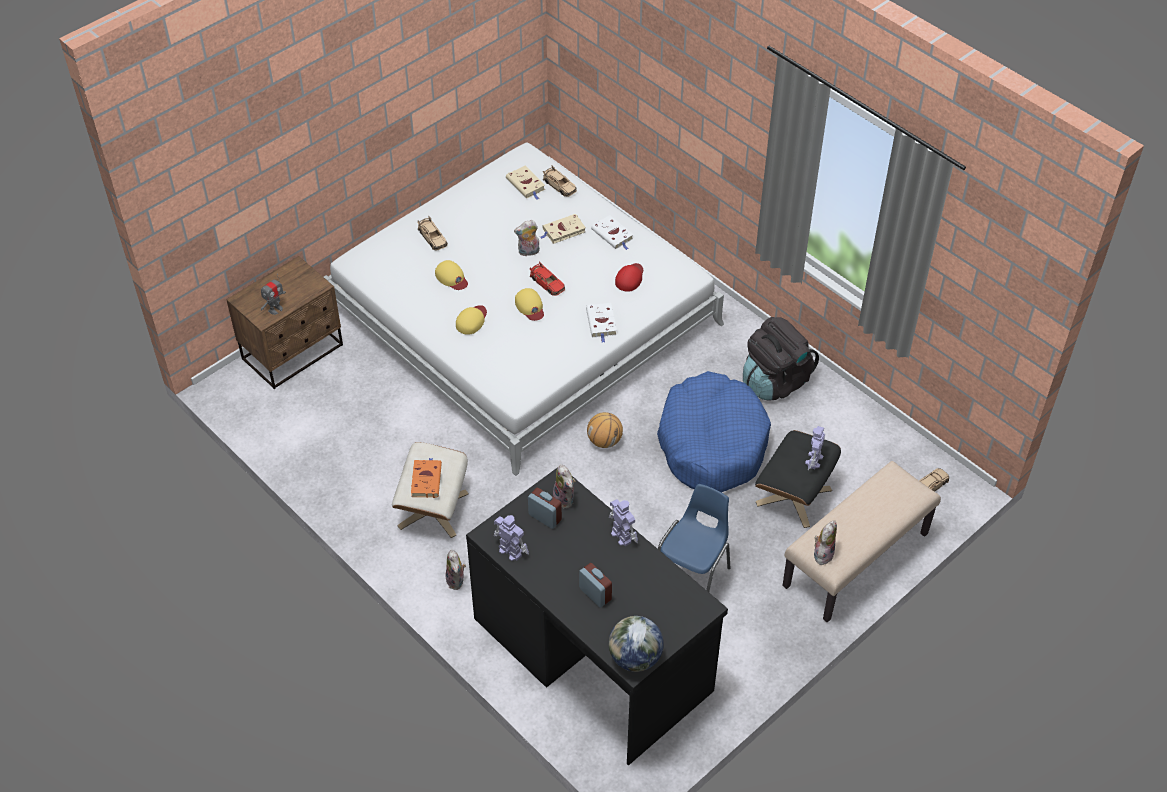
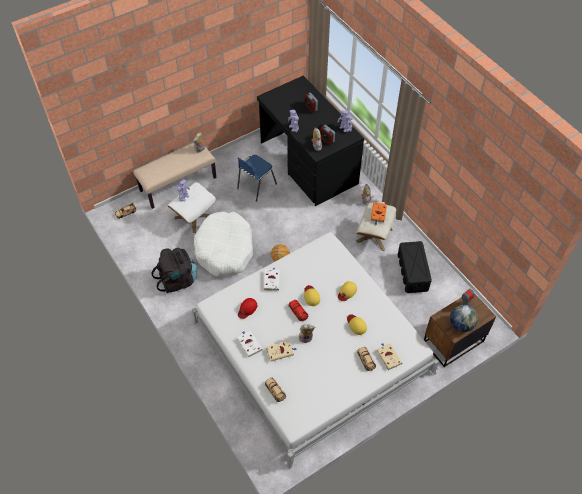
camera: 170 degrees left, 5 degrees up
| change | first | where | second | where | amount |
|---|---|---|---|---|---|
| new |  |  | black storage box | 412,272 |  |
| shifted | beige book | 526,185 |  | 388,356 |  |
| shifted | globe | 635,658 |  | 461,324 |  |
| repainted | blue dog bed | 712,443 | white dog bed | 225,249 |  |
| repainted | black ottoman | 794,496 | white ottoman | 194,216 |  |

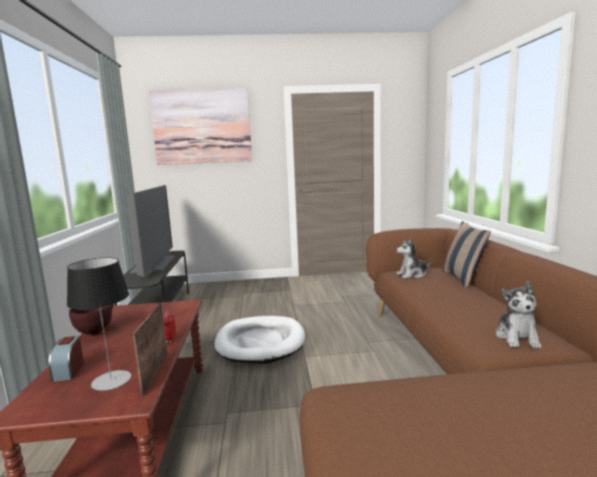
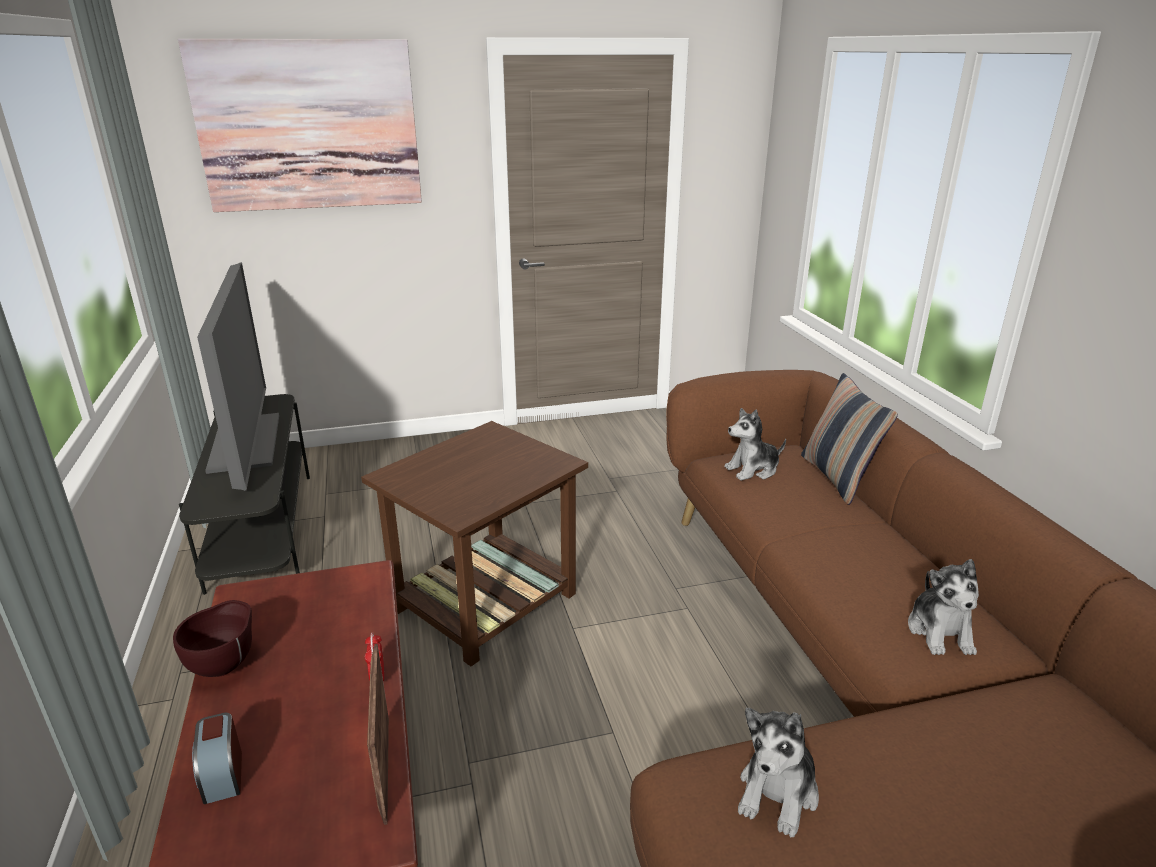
camera: 10 degrees left, 15 degrees up
| change | first | where | second | where | amount |
|---|---|---|---|---|---|
| gone | table lamp | 111,380 |  |  |  |
| new |  |  | plush toy | 778,793 |  |
| swapped | white dog bed | 261,342 | brown side table | 487,600 |  |

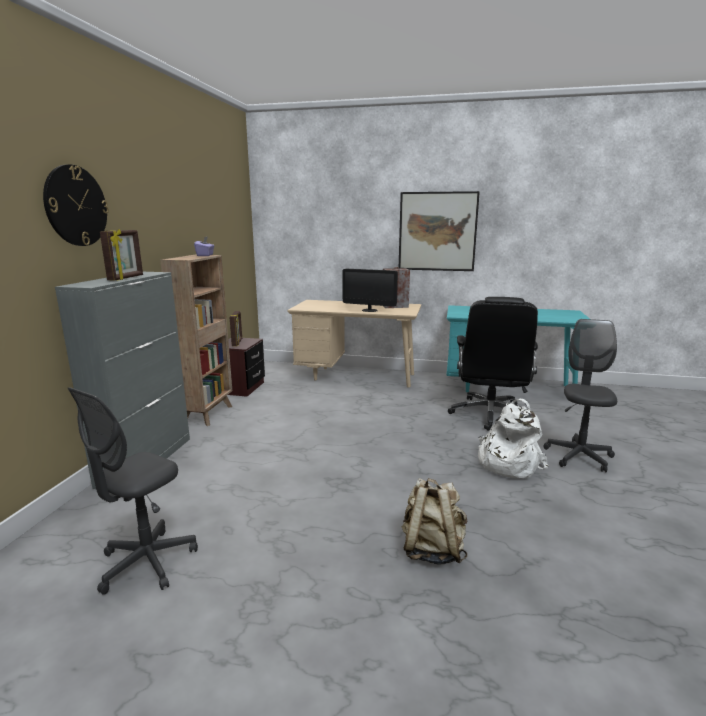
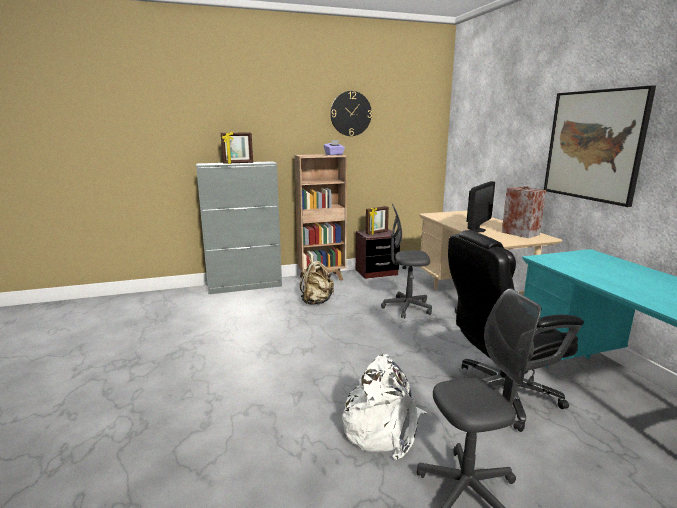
camera: 60 degrees right, 0 degrees up
| change | first | where | second | where | amount |
|---|---|---|---|---|---|
| shifted | wall clock | 76,206 |  | 350,113 |  |
| shifted | grey office chair | 147,562 |  | 407,308 |  |
| shifted | beige backpack | 432,550 |  | 316,301 |  |
| rotated | monitor | 369,310 |  | 477,230 | 135 degrees counterclockwise |

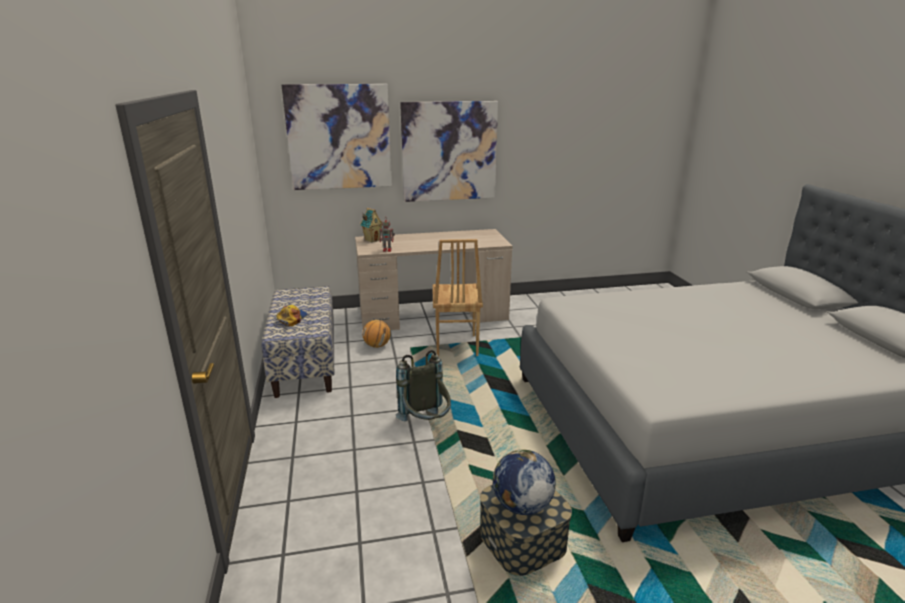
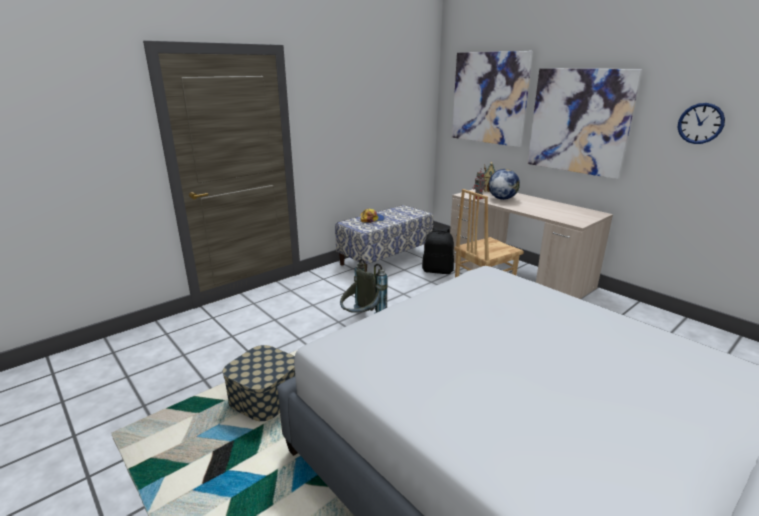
camera: 60 degrees right, 0 degrees up
| change | first | where | second | where | amount |
|---|---|---|---|---|---|
| new |  |  | wall clock | 700,123 |  |
| shifted | globe | 521,505 |  | 502,199 |  |
| swapped | basketball | 377,346 | black backpack | 438,270 |  |

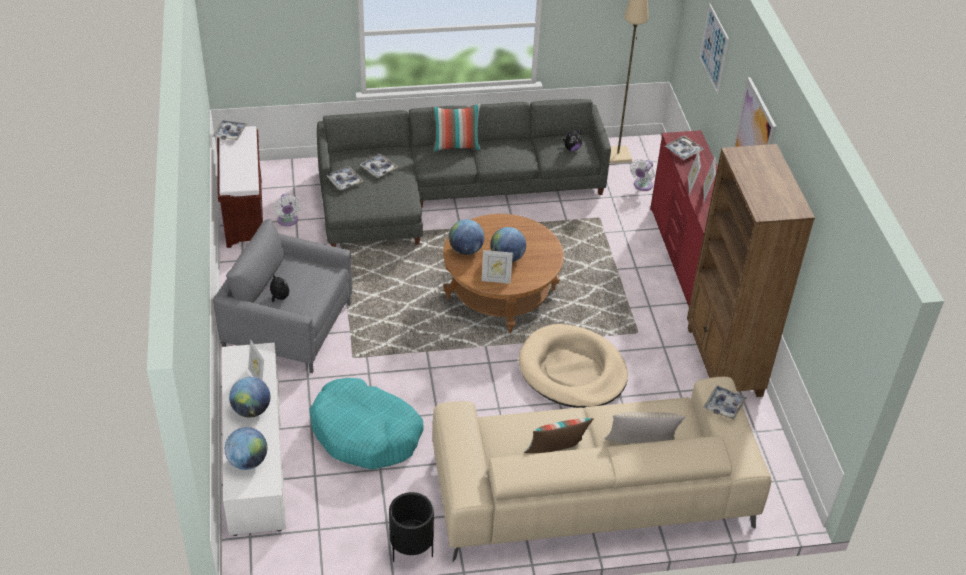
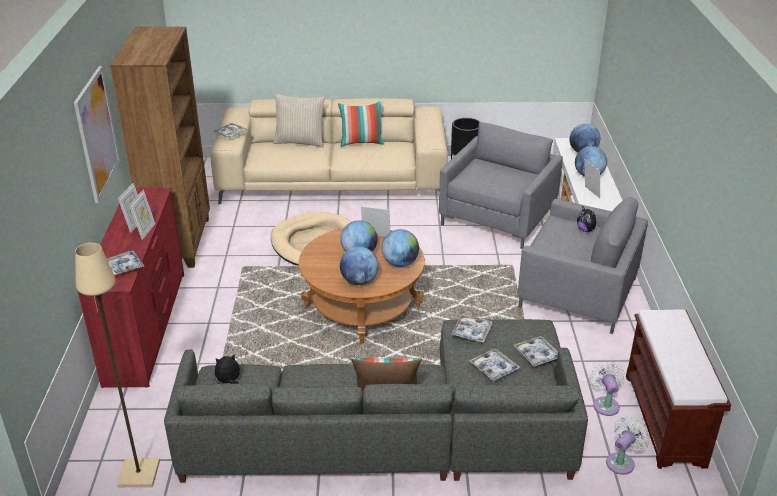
camera: 170 degrees left, 10 degrees down
| change | first | where | second | where | amount |
|---|---|---|---|---|---|
| gone | picture | 714,48 |  |  |  |
| new |  |  | globe | 359,281 |  |
| shifted | tray | 230,133 |  | 471,332 |  |
| shifted | white fan | 642,186 |  | 622,462 |  |
| swapped | turquoise dog bed | 366,433 | grey armchair | 497,217 |  |

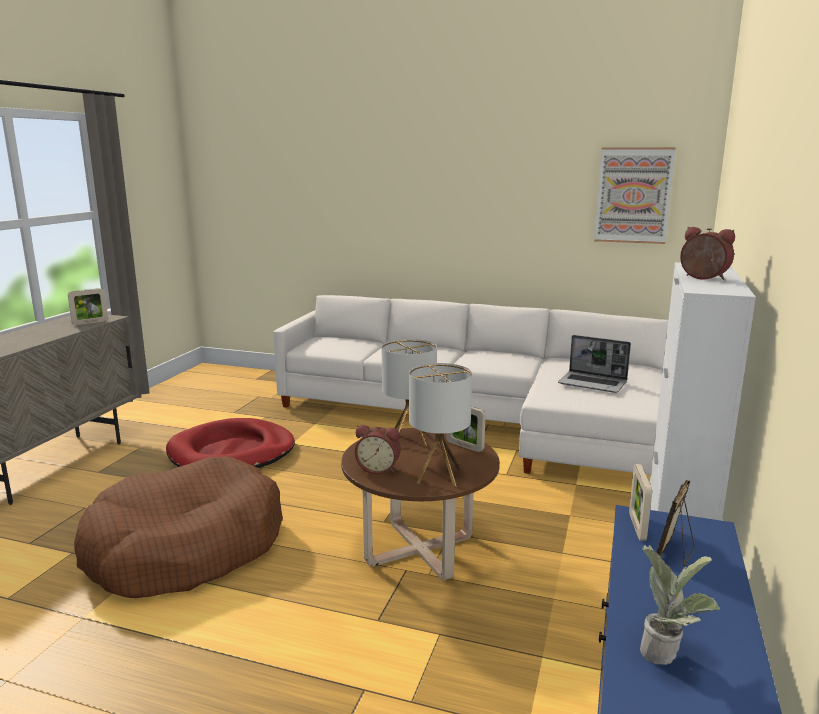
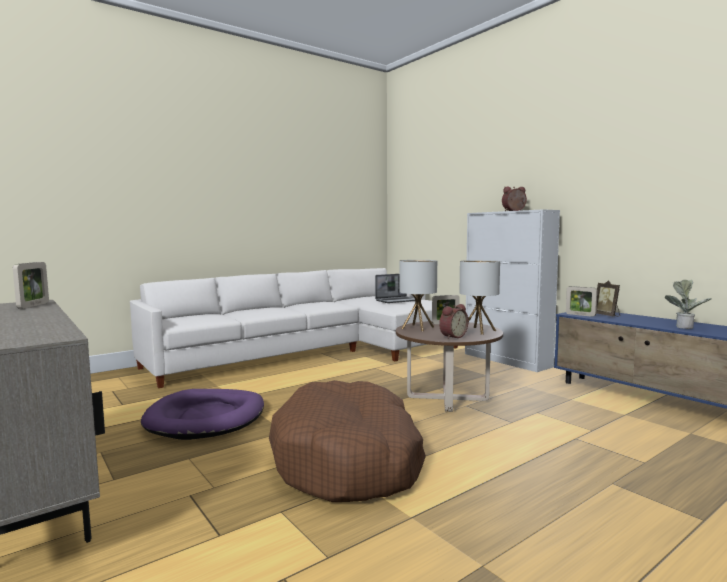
camera: 55 degrees left, 10 degrees down
| change | first | where | second | where | amount |
|---|---|---|---|---|---|
| gone | picture | 633,195 |  |  |  |
| repainted | red dog bed | 232,452 | purple dog bed | 206,418 |  |

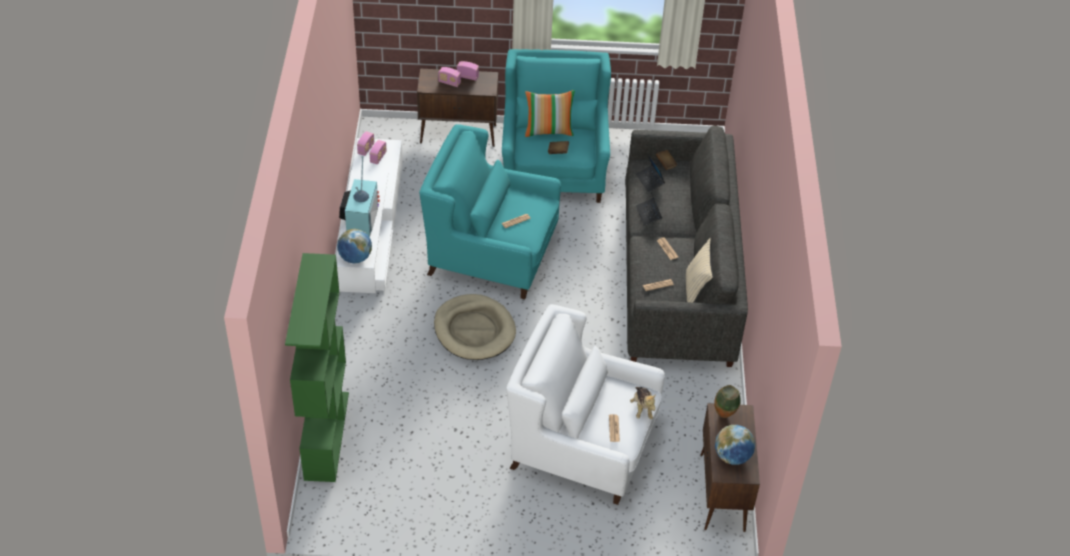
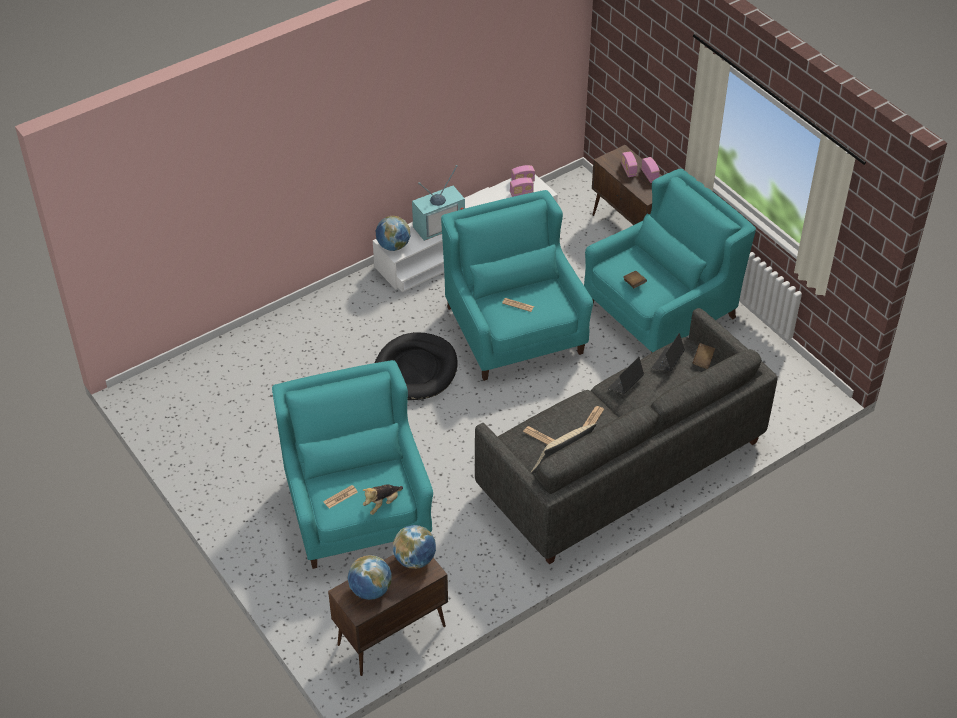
camera: 55 degrees right, 0 degrees up
| change | first | where | second | where | amount |
|---|---|---|---|---|---|
| gone | green bookcase | 326,435 |  |  |  |
| gone | pillow | 549,131 |  |  |  |
| swapped | vase | 724,415 | globe | 415,559 |  |
| repainted | beige dog bed | 474,330 | black dog bed | 416,370 |  |
| repainted | white armchair | 582,445 | turquoise armchair | 357,509 |  |

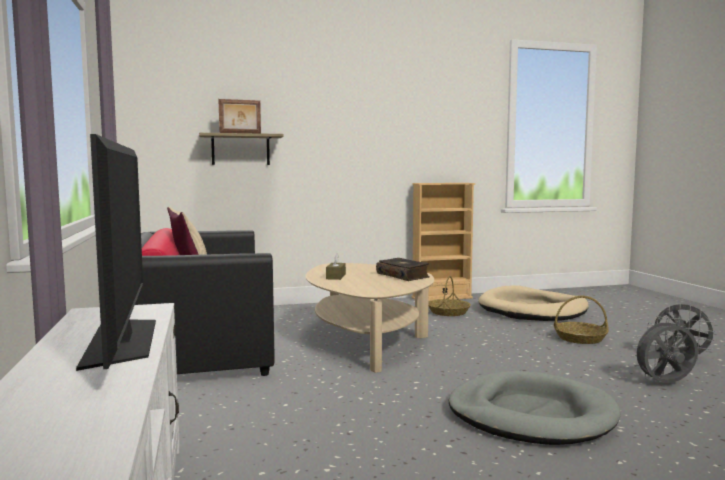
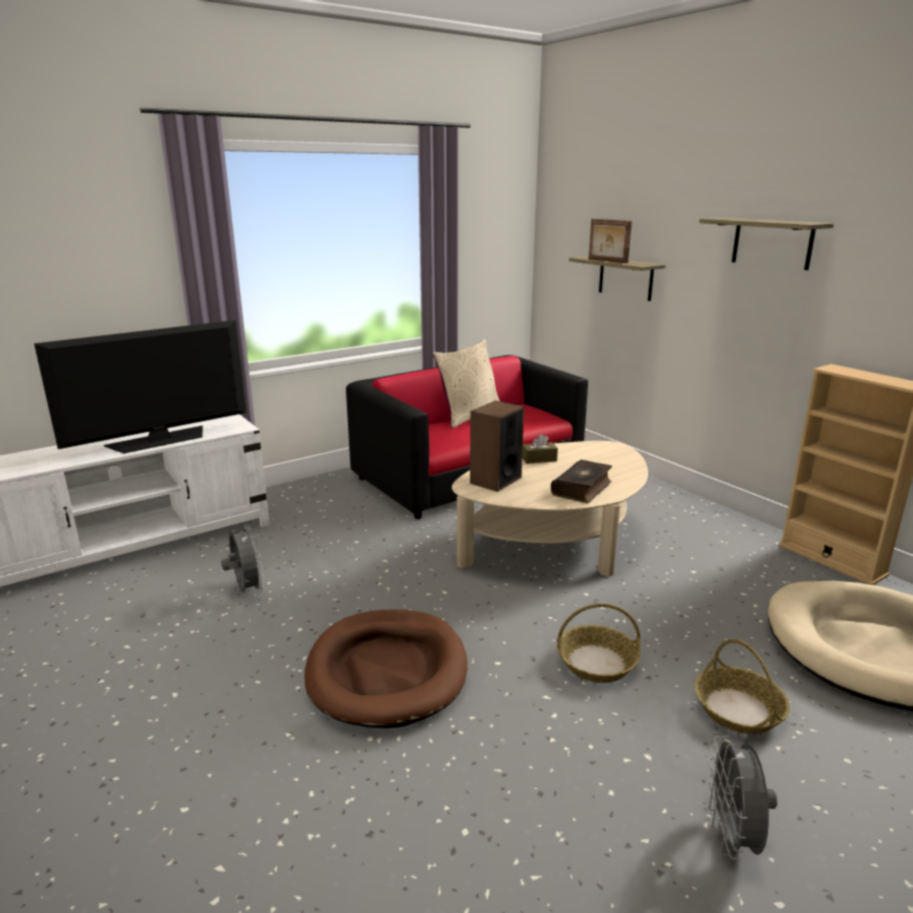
camera: 70 degrees right, 15 degrees up
| change | first | where | second | where | amount |
|---|---|---|---|---|---|
| new |  |  | speaker | 495,480 |  |
| new |  |  | shelf | 772,243 |  |
| shifted | basket | 448,312 |  | 596,663 |  |
| shifted | grey fan | 665,384 |  | 247,590 |  |
| repainted | grey dog bed | 530,415 | brown dog bed | 387,671 |  |

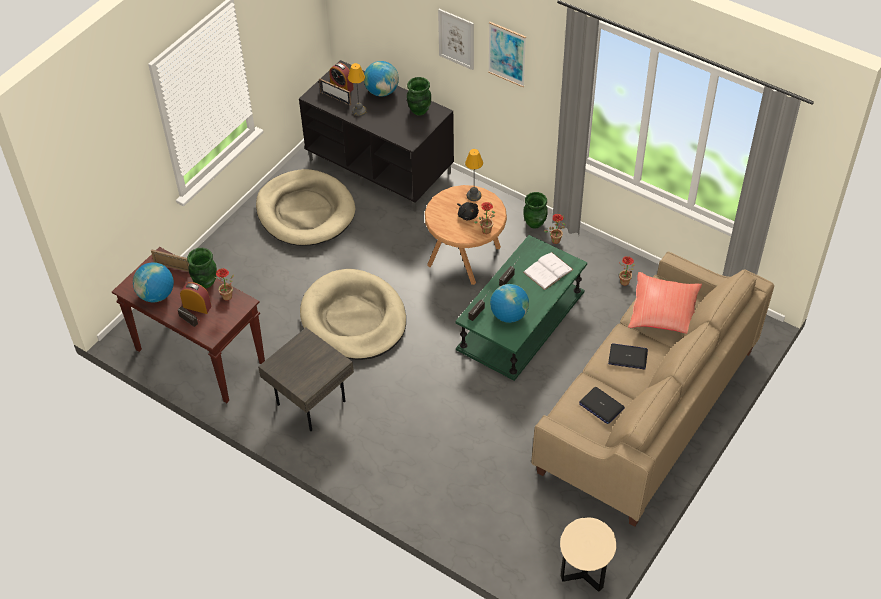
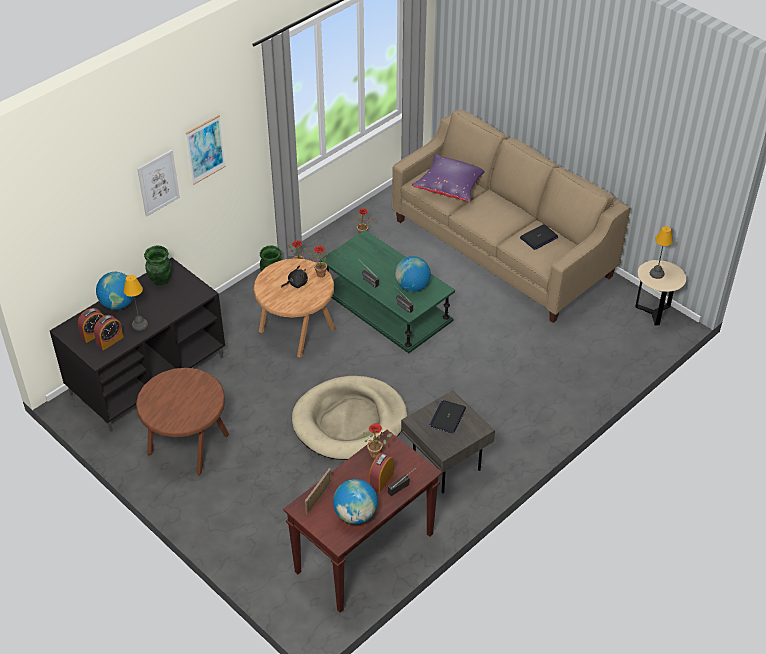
camera: 80 degrees left, 5 degrees down
| change | first | where | second | where | amount |
|---|---|---|---|---|---|
| gone | green vase | 205,282 |  |  |  |
| gone | white book | 548,271 |  |  |  |
| shifted | table lamp | 474,195 |  | 656,273 |  |
| shifted | laptop | 628,357 |  | 448,417 |  |
| swapped | beige dog bed | 305,211 | brown side table | 187,443 |  |
| swapped | picture frame | 335,98 | alarm clock | 110,341 |  |
| repainted | red pillow | 664,314 | purple pillow | 450,187 |  |

